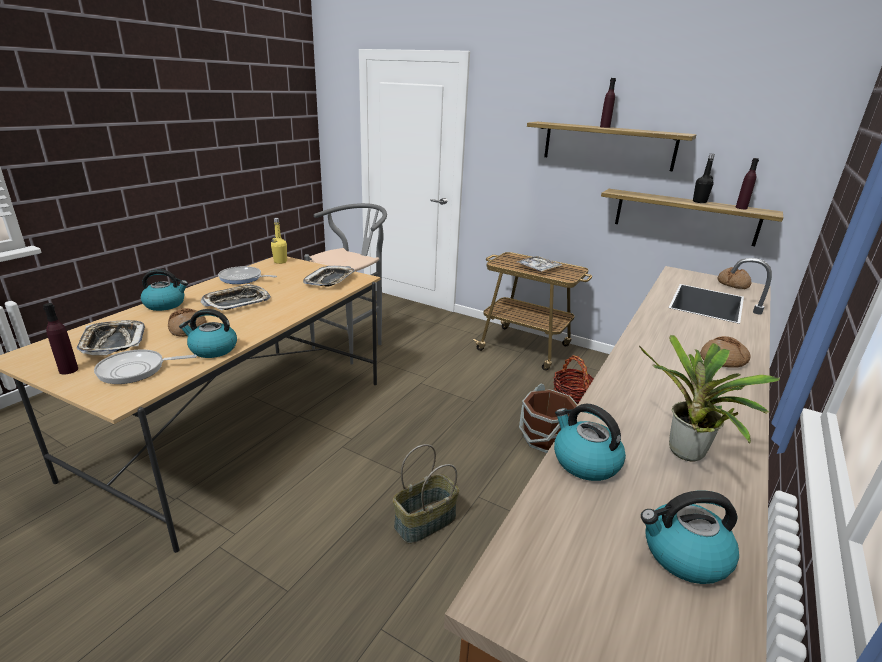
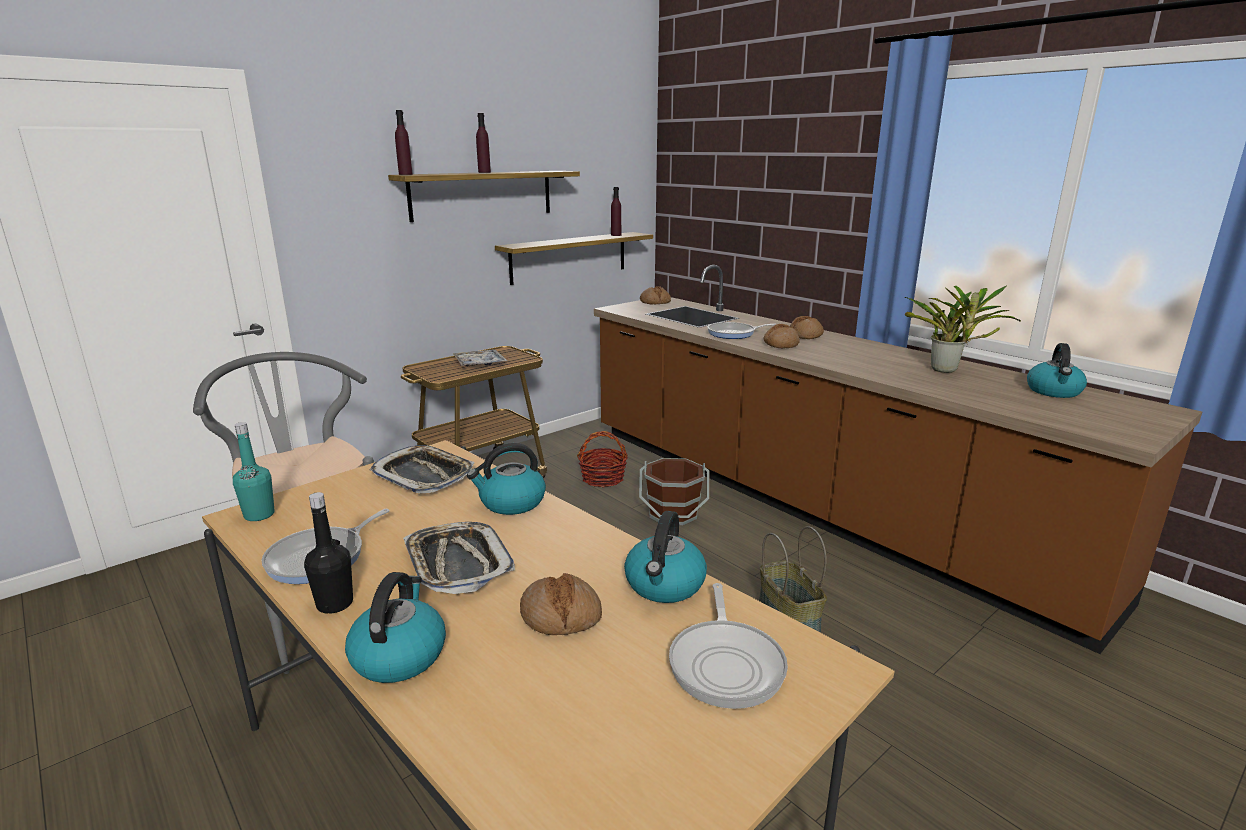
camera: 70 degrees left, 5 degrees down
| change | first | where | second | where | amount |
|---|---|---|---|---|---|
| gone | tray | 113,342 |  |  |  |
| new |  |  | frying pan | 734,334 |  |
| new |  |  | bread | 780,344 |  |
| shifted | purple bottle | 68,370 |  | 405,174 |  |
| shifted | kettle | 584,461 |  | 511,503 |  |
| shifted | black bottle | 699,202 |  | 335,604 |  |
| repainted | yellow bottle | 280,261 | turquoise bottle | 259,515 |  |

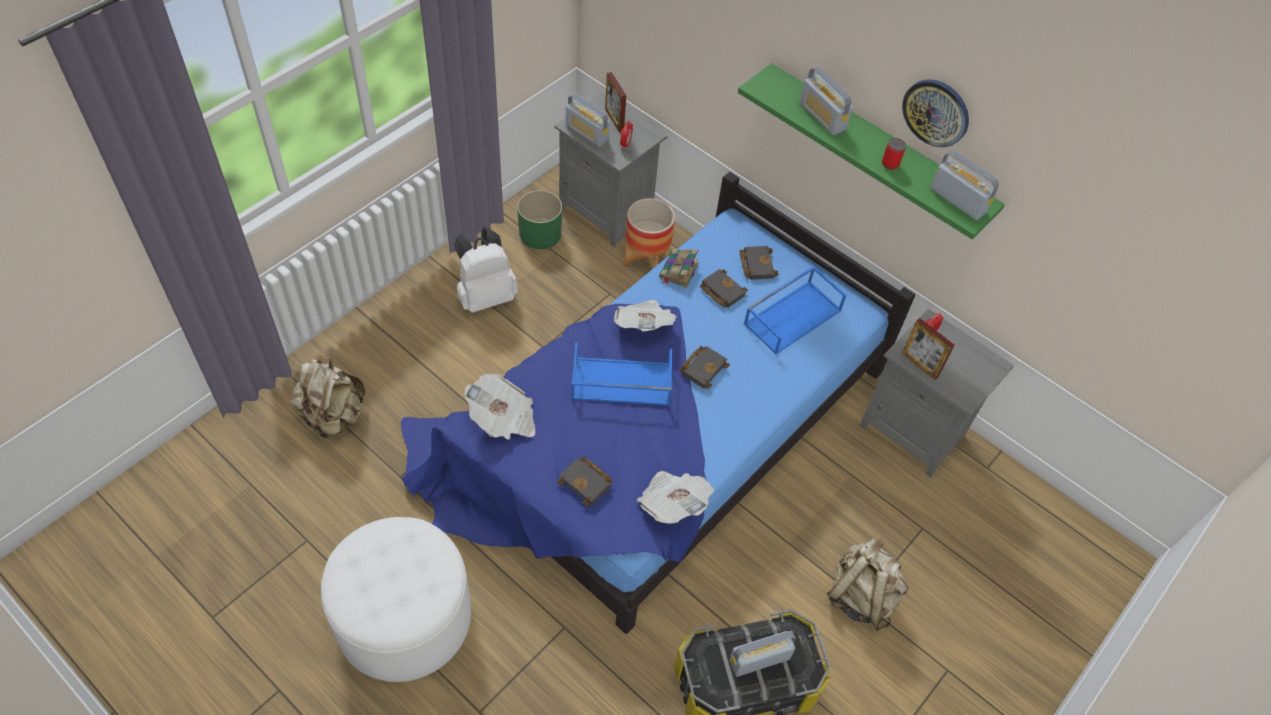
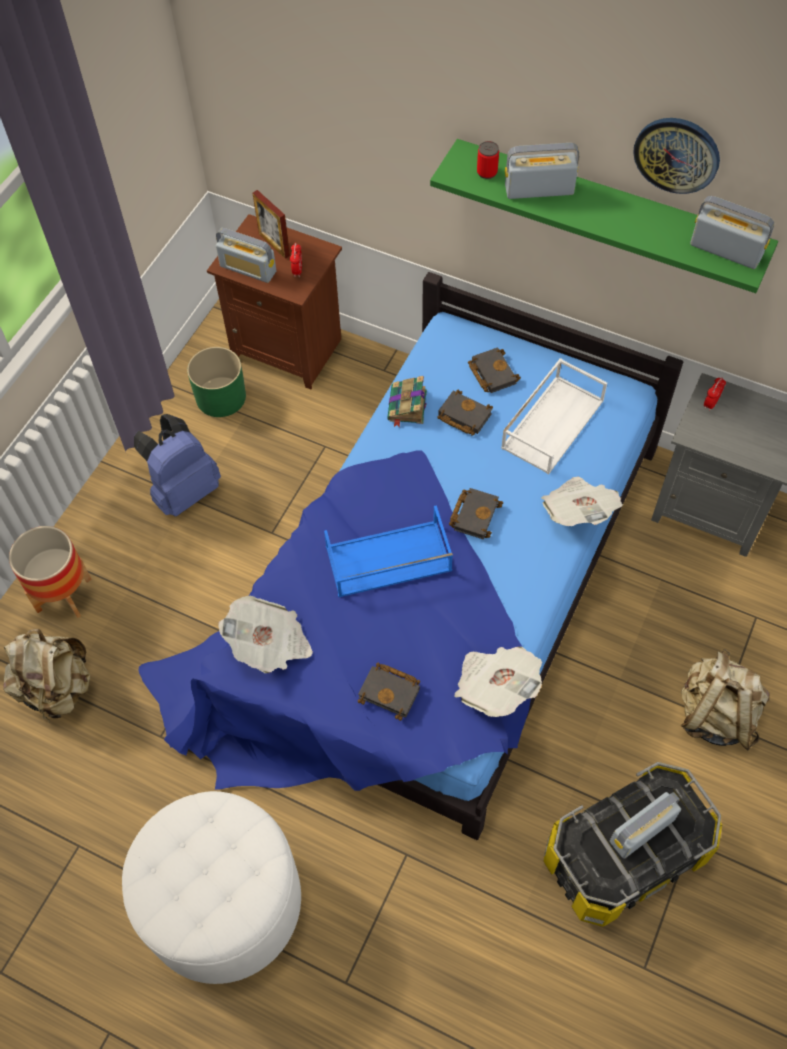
camera: 10 degrees left, 5 degrees up
| change | first | where | second | where | amount |
|---|---|---|---|---|---|
| gone | picture frame | 920,365 |  |  |  |
| shifted | newspaper | 643,325 |  | 578,512 |  |
| shifted | planter | 646,260 |  | 64,594 |  |
| shifted | can | 890,164 |  | 487,172 |  |
| repainted | white backpack | 485,296 | blue backpack | 184,491 |  |
| repainted | grey nightstand | 607,211 | brown nightstand | 288,348 |  |
| repainted | blue tray | 792,316 | white tray | 552,422 |  |
| rotated | radio | 822,116 |  | 539,190 | 135 degrees clockwise |

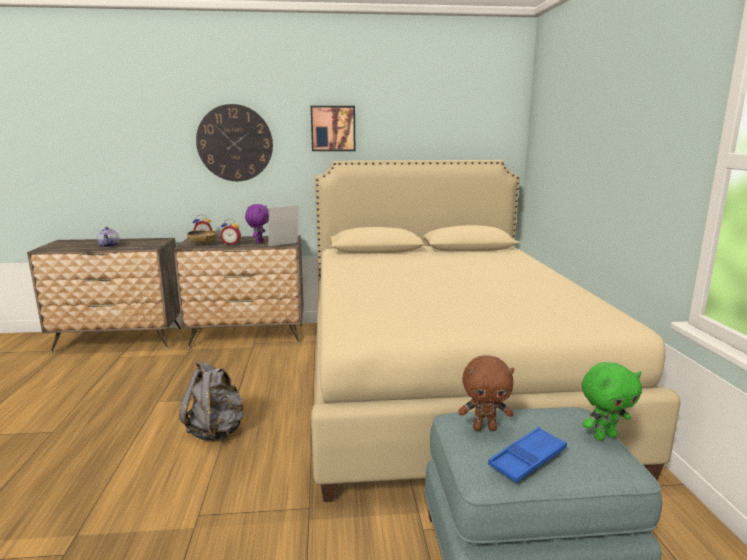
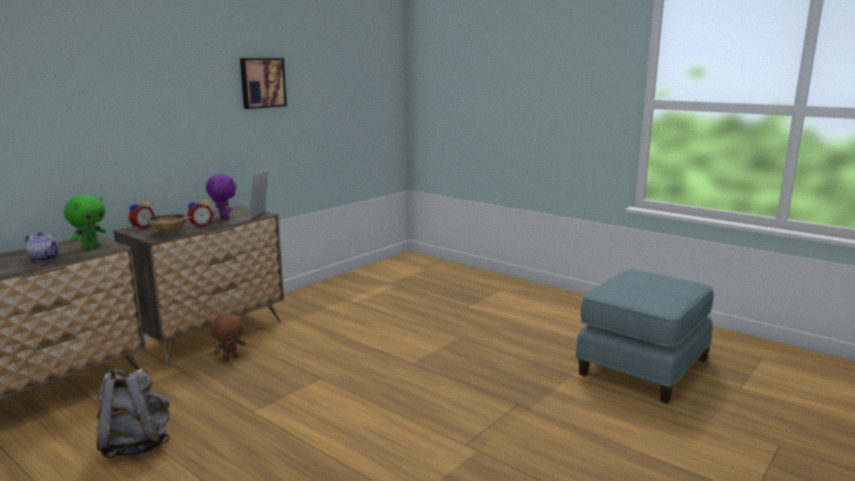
camera: 45 degrees left, 0 degrees up
| change | first | where | second | where | amount |
|---|---|---|---|---|---|
| gone | wall clock | 235,143 |  |  |  |
| gone | beige bed | 442,381 |  |  |  |
| gone | blue tray | 527,459 |  |  |  |
| shifted | grey backpack | 216,431 |  | 136,445 |  |
| shifted | brown plush toy | 484,428 |  | 230,358 |  |
| shifted | green plush toy | 604,436 |  | 90,247 |  |

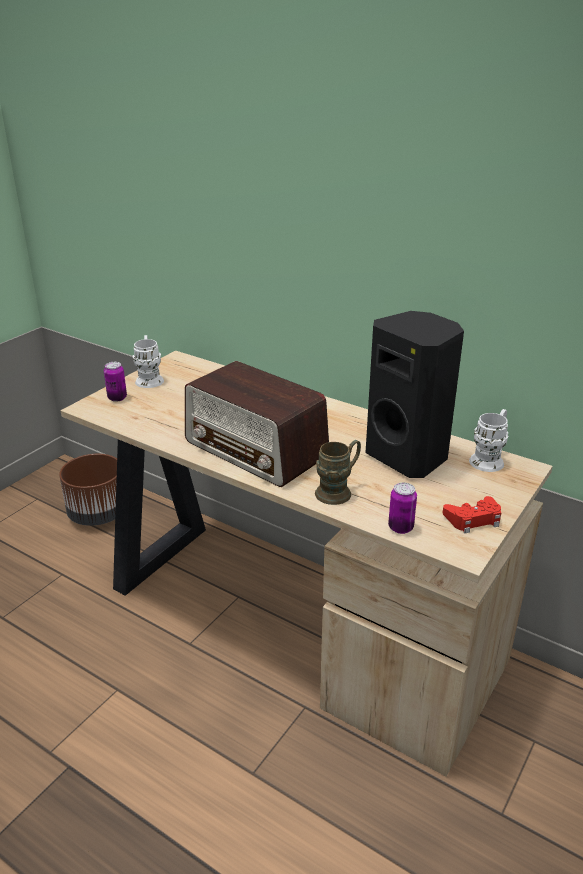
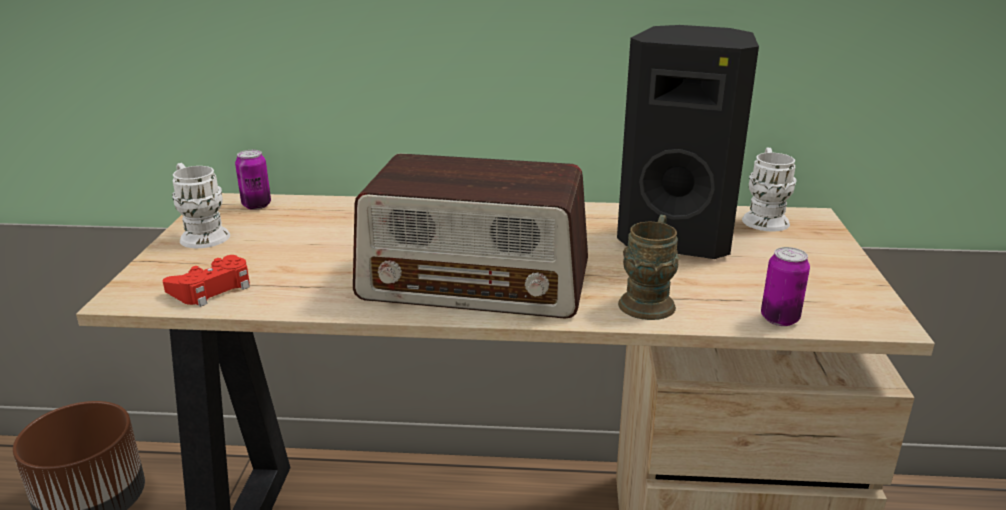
camera: 30 degrees left, 5 degrees down
| change | first | where | second | where | amount |
|---|---|---|---|---|---|
| shifted | can | 117,398 |  | 256,205 |  |
| shifted | red game controller | 473,519 |  | 212,288 |  |

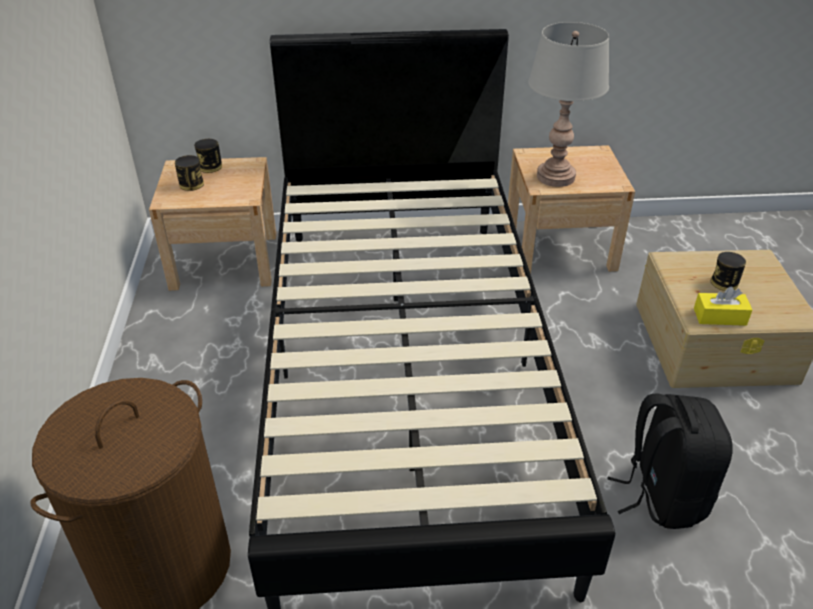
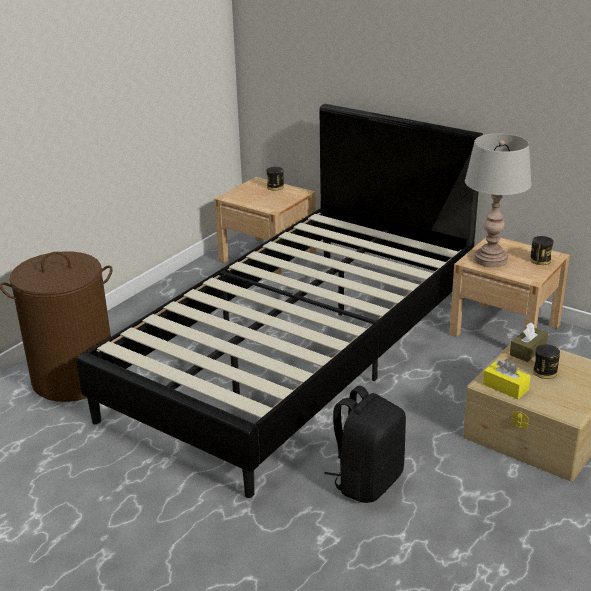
camera: 40 degrees right, 10 degrees down
| change | first | where | second | where | amount |
|---|---|---|---|---|---|
| new |  |  | brown tissue box | 528,350 |  |
| shifted | can | 191,184 |  | 540,260 |  |

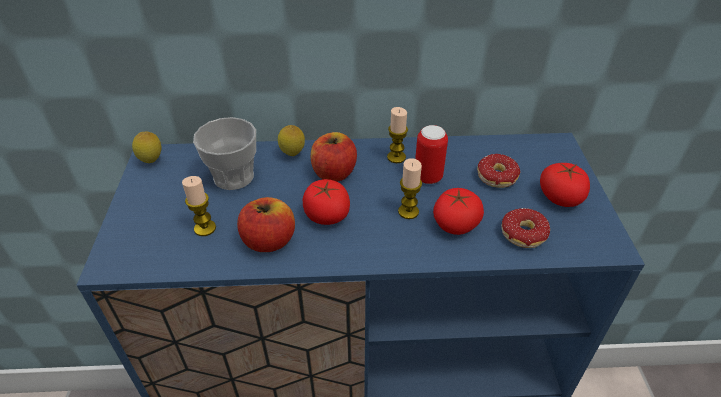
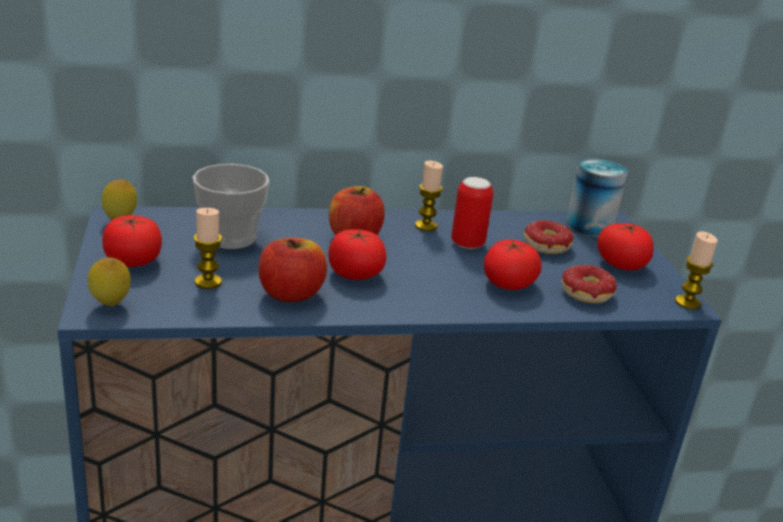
camera: 10 degrees left, 15 degrees down
| change | first | where | second | where | amount |
|---|---|---|---|---|---|
| new |  |  | tomato | 133,260 |  |
| new |  |  | can | 589,226 |  |
| shifted | lemon | 292,155 |  | 110,305 |  |
| shifted | candle | 408,211 |  | 687,302 |  |

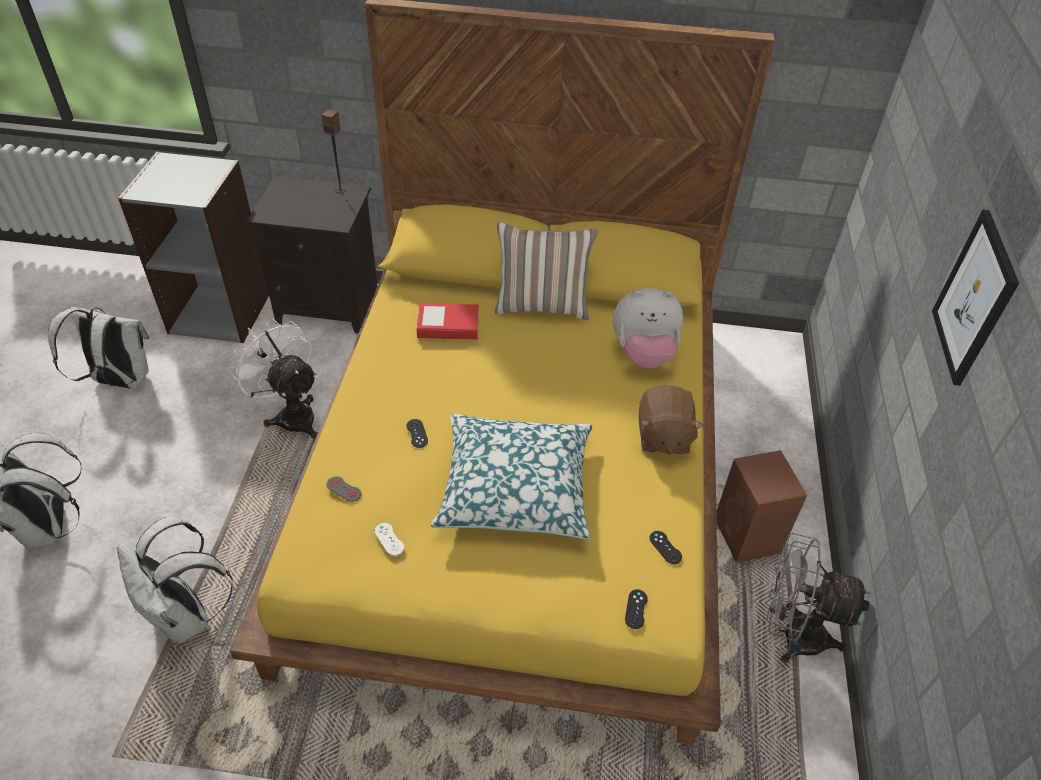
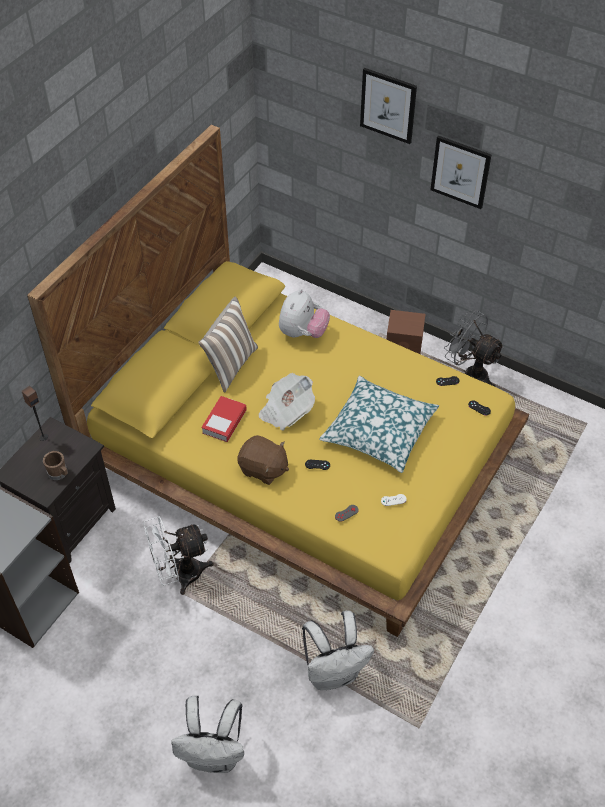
camera: 65 degrees left, 5 degrees up
| change | first | where | second | where | amount |
|---|---|---|---|---|---|
| gone | white backpack | 119,381 |  |  |  |
| new |  |  | brown mug | 59,473 |  |
| new |  |  | newspaper | 286,411 |  |
| new |  |  | picture | 388,105 |  |
| shifted | brown plush toy | 663,436 |  | 263,469 |  |
| rotated | grey fan | 791,634 |  | 469,374 | 90 degrees clockwise |

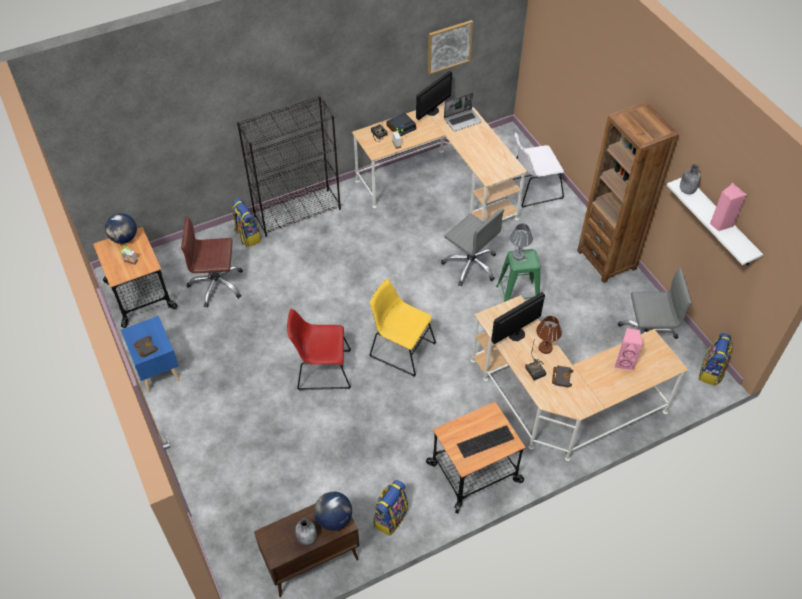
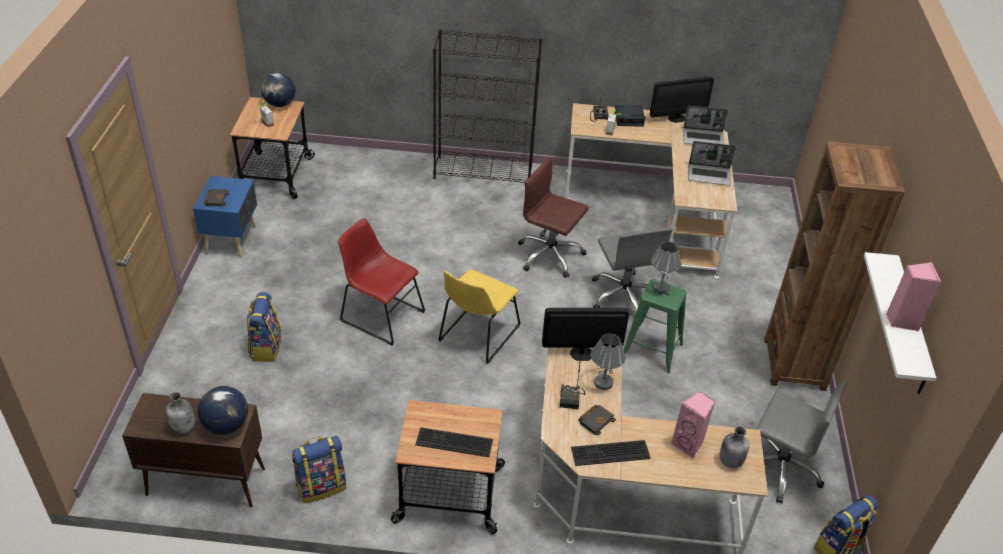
camera: 30 degrees right, 10 degrees down
| change | first | where | second | where | amount |
|---|---|---|---|---|---|
| gone | picture | 449,46 |  |  |  |
| gone | white chair | 532,189 |  |  |  |
| new |  |  | keyboard | 610,454 |  |
| new |  |  | laptop | 709,175 |  |
| shifted | brown office chair | 216,285 |  | 549,255 |  |
| shifted | backpack | 247,236 |  | 265,347 |  |
| shifted | grey bottle | 686,190 |  | 729,461 |  |
| repainted | brown table lamp | 545,348 | grey table lamp | 603,382 |  |
| rotated | yellow chair | 400,348 |  | 477,335 | 120 degrees counterclockwise |

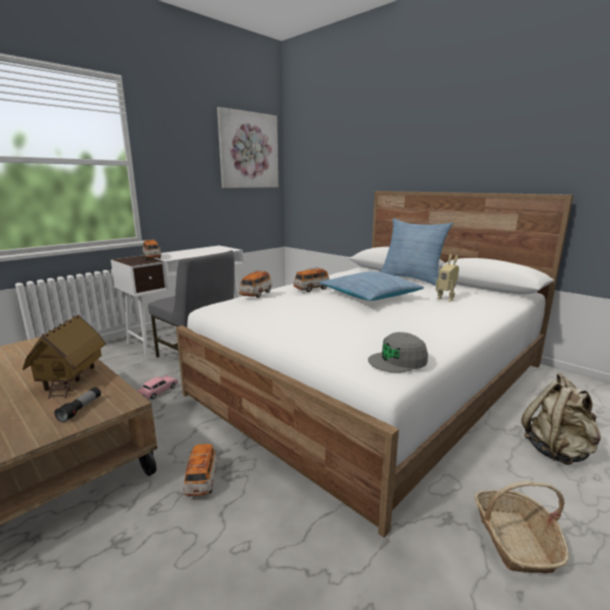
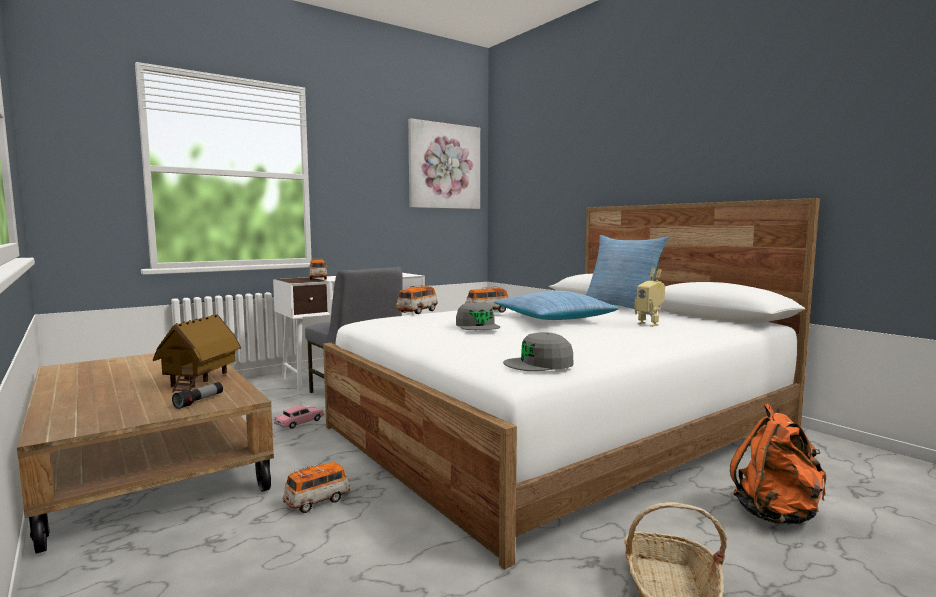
camera: 10 degrees right, 10 degrees down
| change | first | where | second | where | amount |
|---|---|---|---|---|---|
| new |  |  | grey cap | 477,326 |  |
| repainted | beige backpack | 557,450 | orange backpack | 776,514 |  |
| rotated | toy car | 202,480 |  | 317,501 | 45 degrees clockwise |

